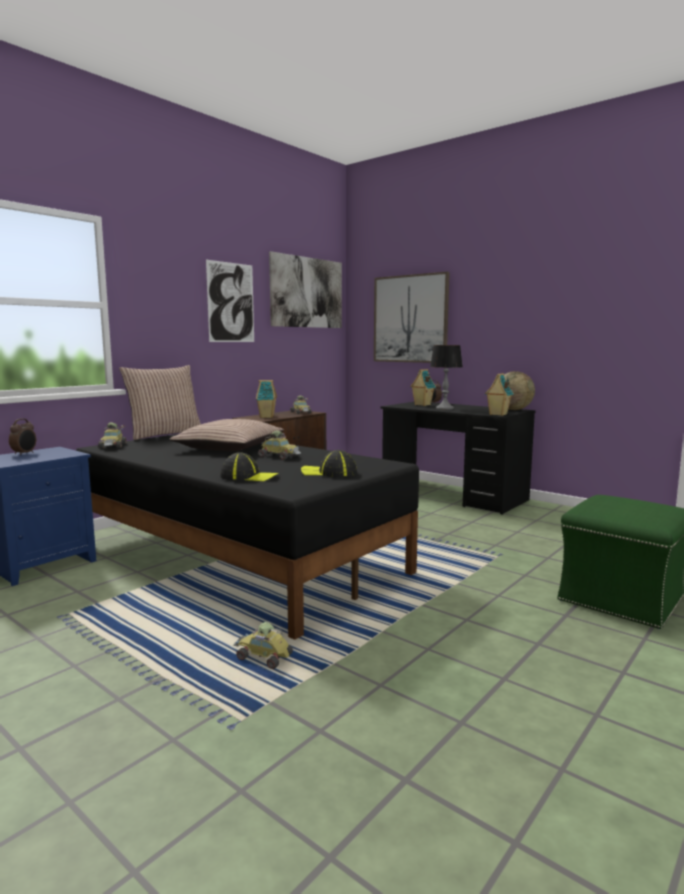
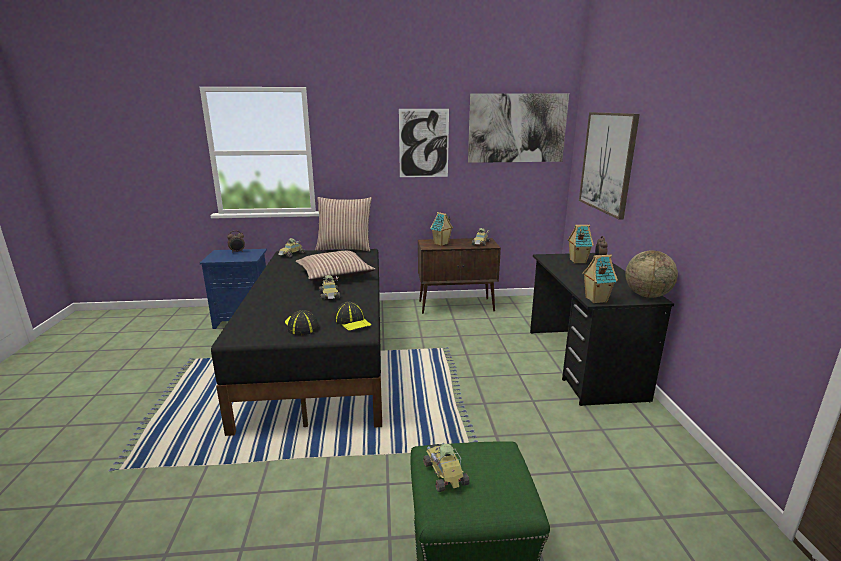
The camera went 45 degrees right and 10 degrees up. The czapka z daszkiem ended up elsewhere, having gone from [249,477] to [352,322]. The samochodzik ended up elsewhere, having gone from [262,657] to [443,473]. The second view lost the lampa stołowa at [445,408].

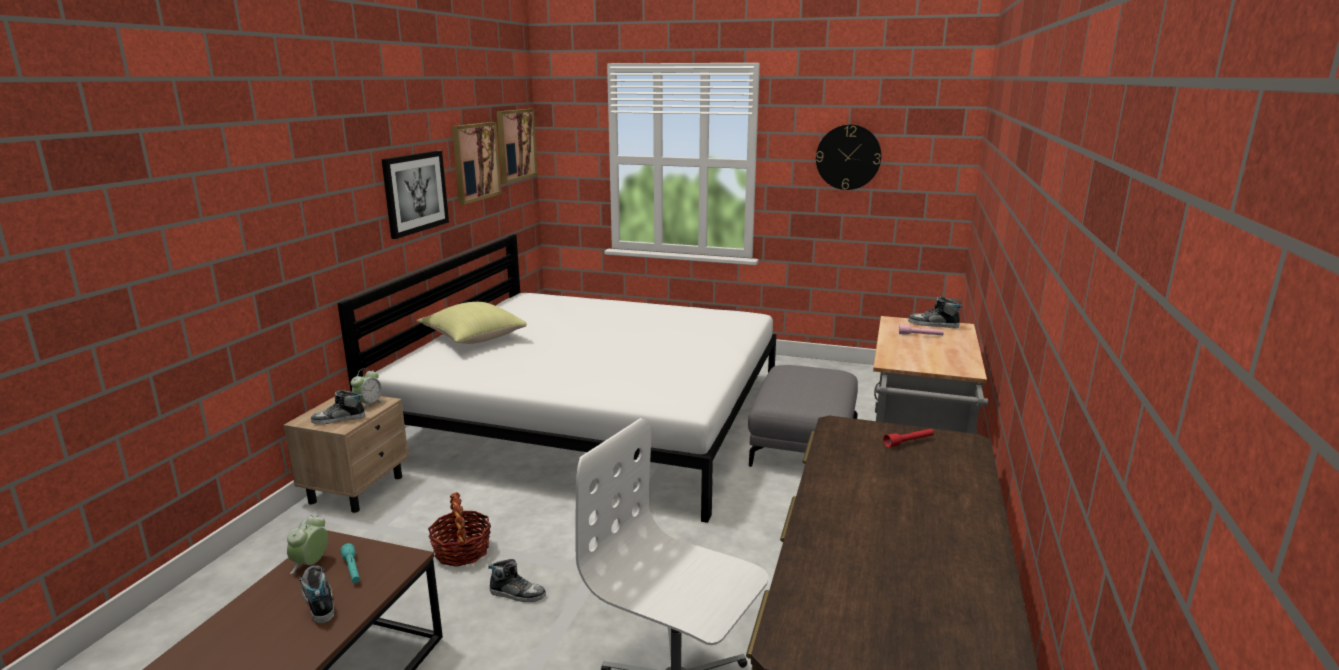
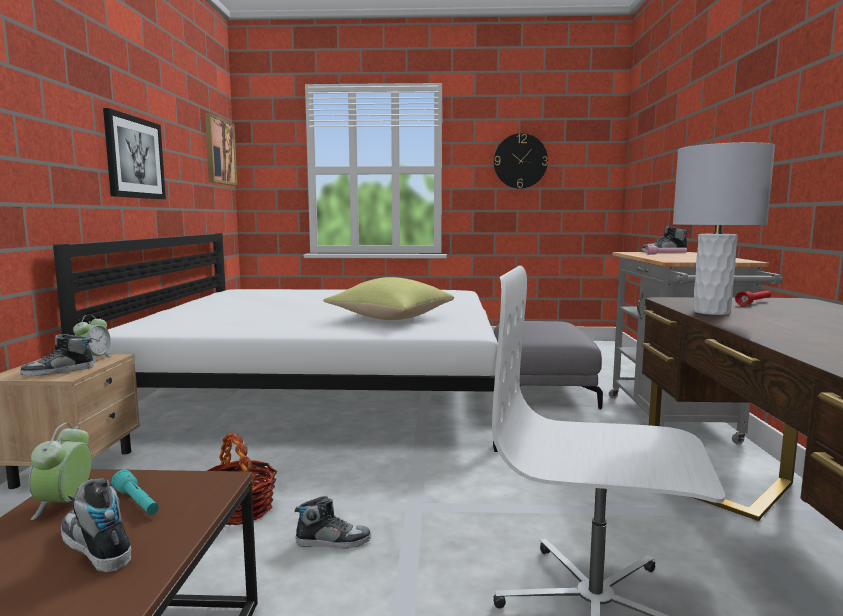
The camera went 15 degrees left and 10 degrees down. The poduszka/żółty ended up elsewhere, having gone from [472,339] to [388,319]. The second view gained the lampa stołowa/szary at [711,312]. The second view lost the obraz at [475,162].

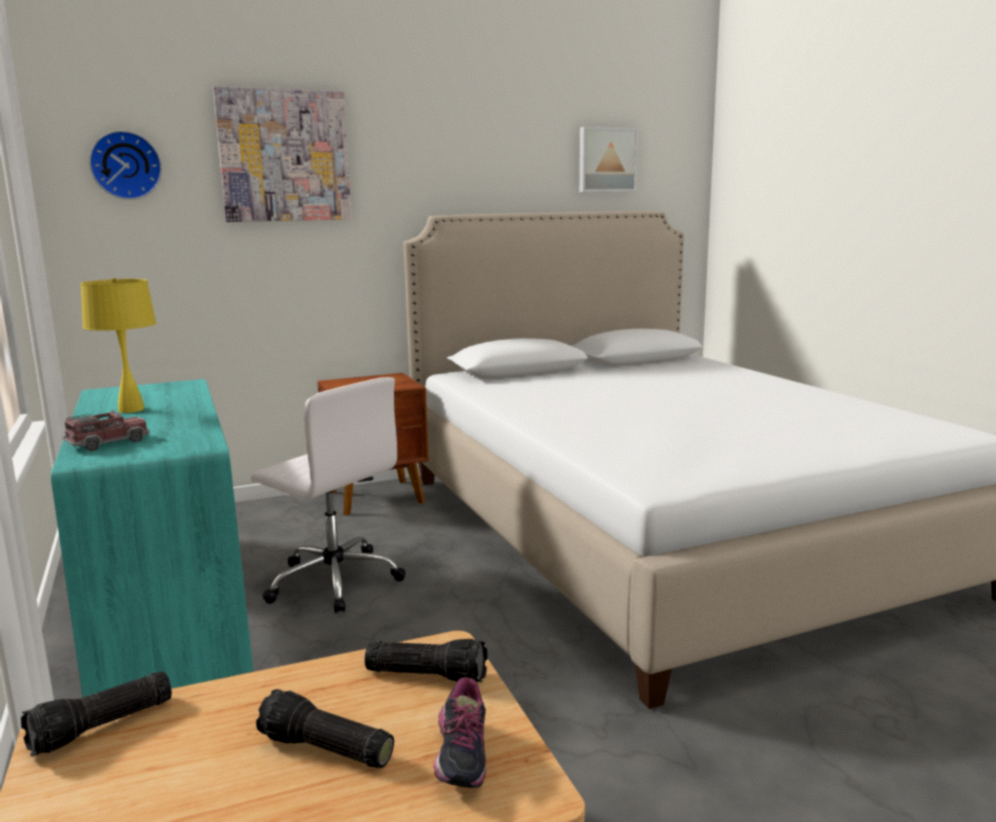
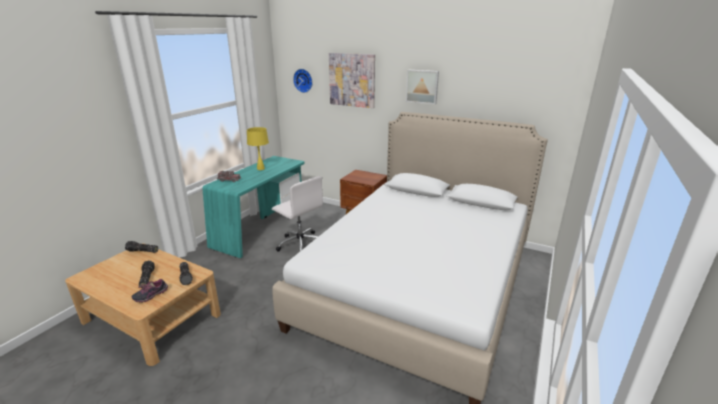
The camera went 50 degrees right and 10 degrees up. The krzesło biurowe/biały at [333,580] ended up facing another way, 45 degrees counterclockwise from before. The obraz ended up elsewhere, having gone from [606,160] to [422,86].

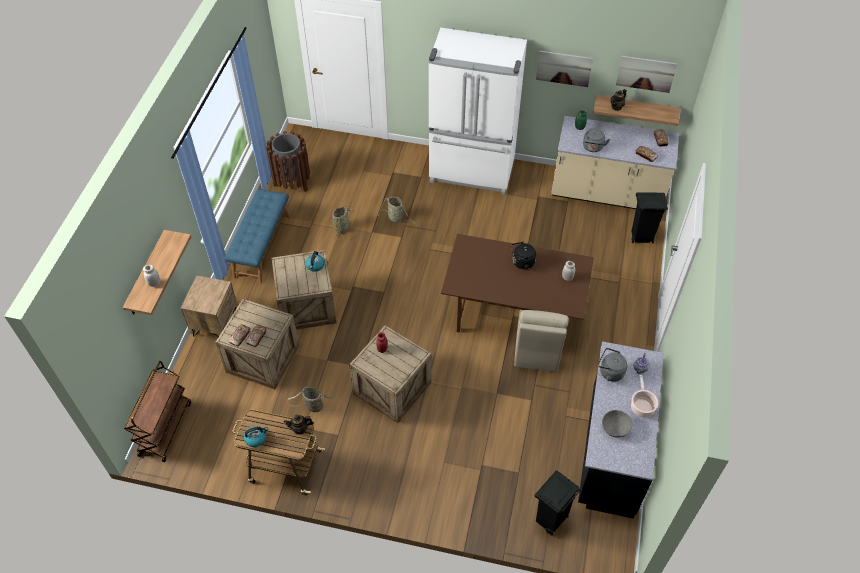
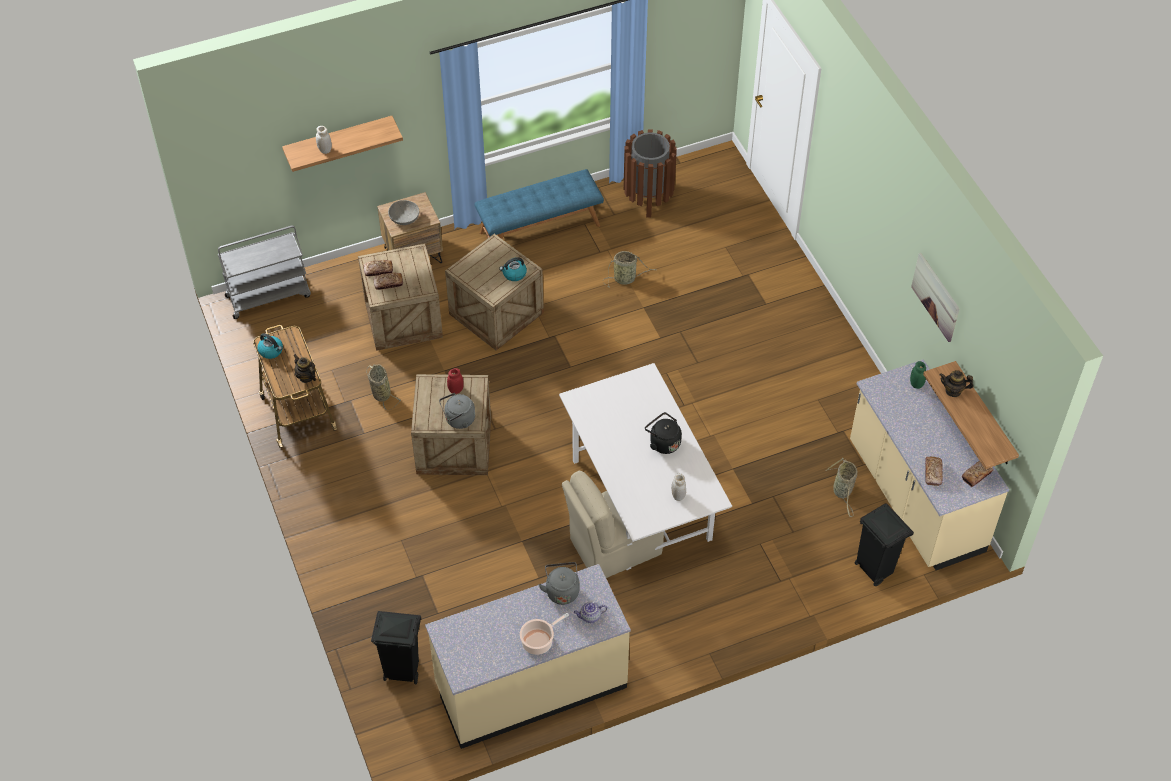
The camera went 55 degrees right and 0 degrees up. What was the wózek/brązowy at [165,428] turned into the wózek/szary at [269,295]. The miska/szary ended up elsewhere, having gone from [615,428] to [404,219]. What was the zabudowa kuchenna/czarny at [610,450] turned into the zabudowa kuchenna/beżowy at [530,686]. The czajnik/szary ended up elsewhere, having gone from [593,148] to [458,420]. What was the stół jadalny/brązowy at [514,314] turned into the stół jadalny/biały at [642,500]. The koszyk ended up elsewhere, having gone from [396,218] to [842,492]. The second view lost the lodówka/biały at [472,172]. The second view lost the obraz at [645,73].

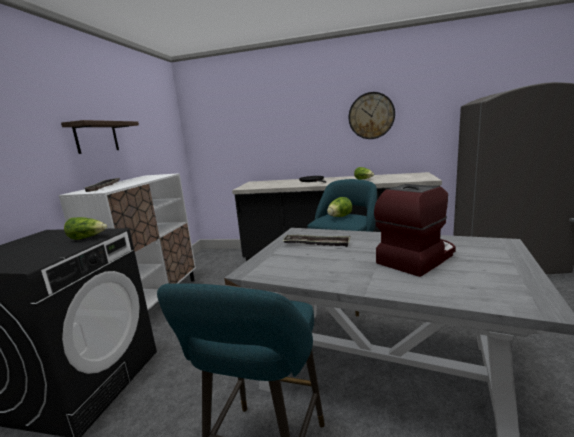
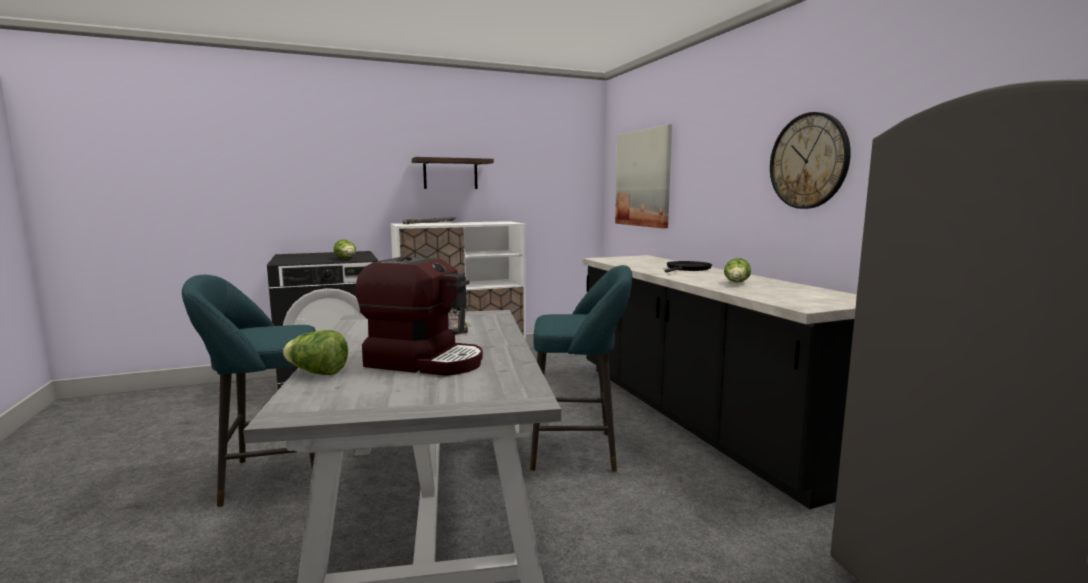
The camera went 55 degrees right and 5 degrees down. The sałata ended up elsewhere, having gone from [339,217] to [317,373]. The second view gained the obraz at [643,178].

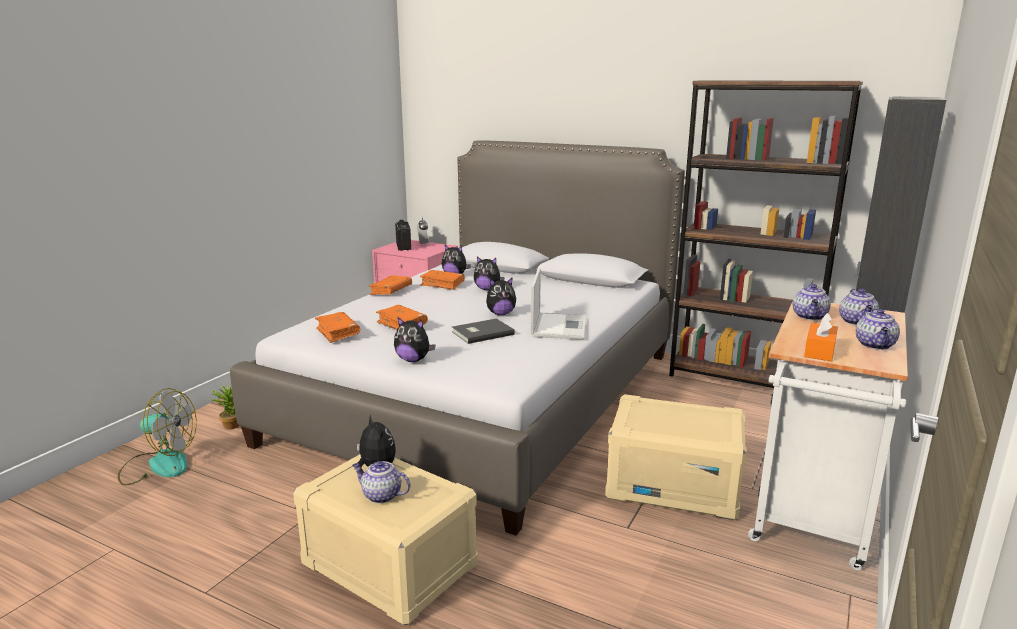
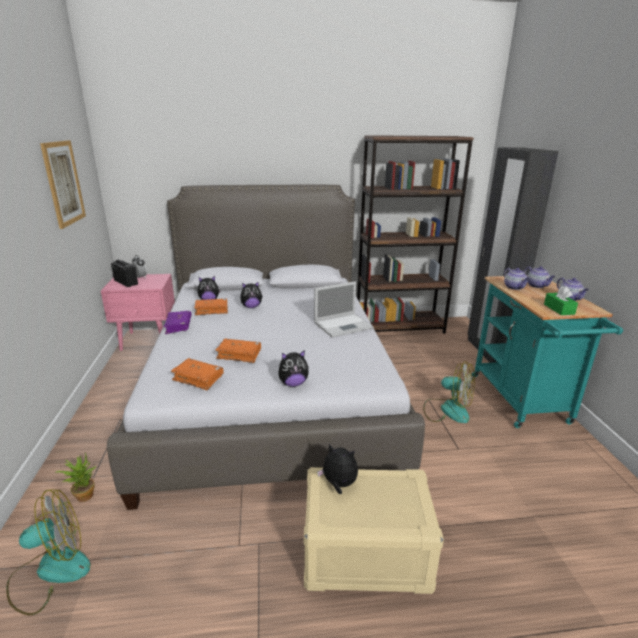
The camera went 35 degrees left and 5 degrees up. The second view gained the obraz at [63,183]. What was the książka/pomarańczowy at [391,291] turned into the książka/fioletowy at [178,326]. The laptop at [559,326] ended up facing another way, 90 degrees clockwise from before. Where the pojemnik do przechowywania/beżowy stood at [673,485], the wentylator came to stand at [447,410]. What was the wózek/biały at [812,518] turned into the wózek/turkusowy at [523,402]. What was the pudełko chusteczek/pomarańczowy at [819,351] turned into the pudełko chusteczek/zielony at [559,309]. The second view lost the imbryk at [381,495]. The second view lost the książka/szary at [481,333]. The second view lost the pluszak at [500,314].

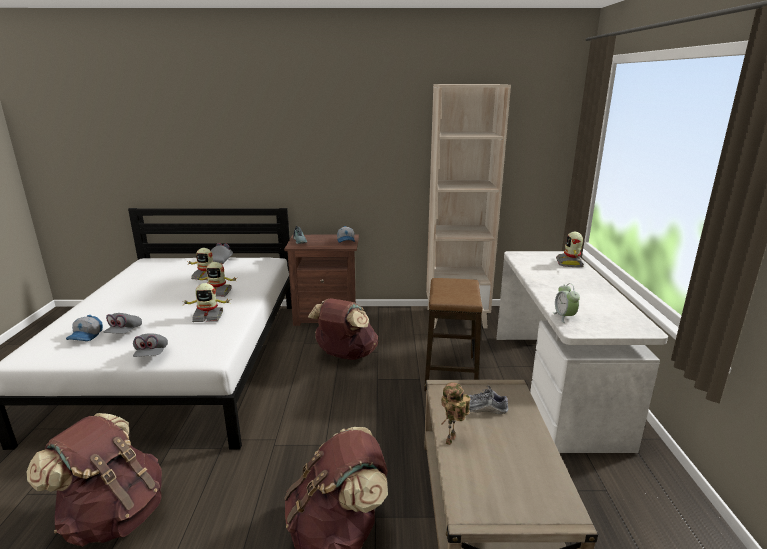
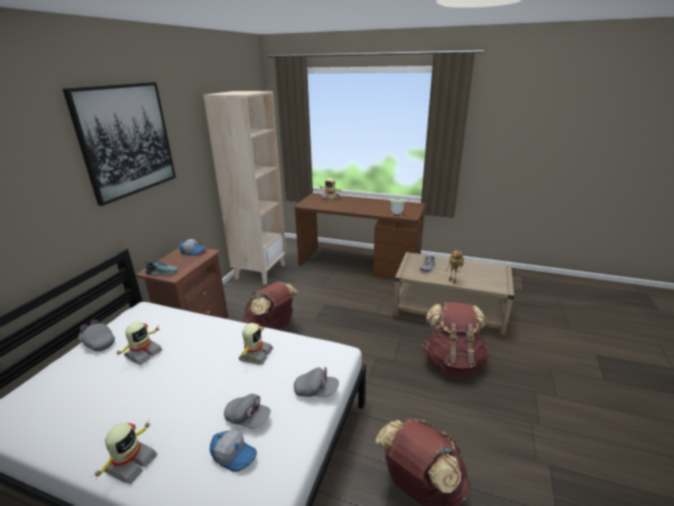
The camera went 70 degrees left and 5 degrees up. The second view gained the obraz at [126,140]. The robot zabawkowy ended up elsewhere, having gone from [217,292] to [130,463]. What was the biurko/biały at [556,385] turned into the biurko/brązowy at [359,263]. The second view lost the stołek at [450,373].

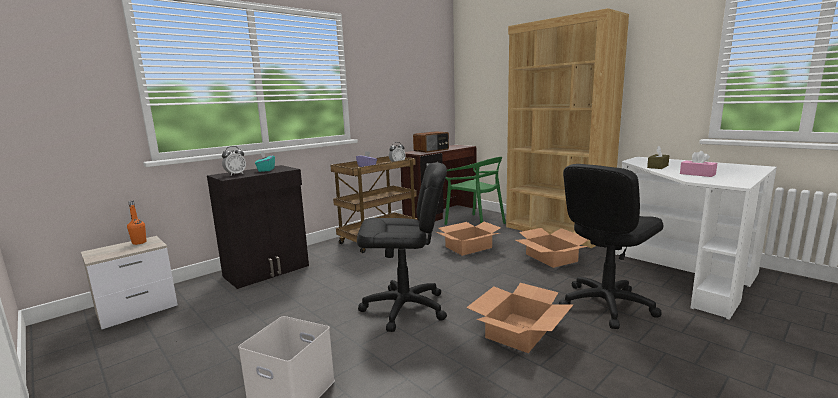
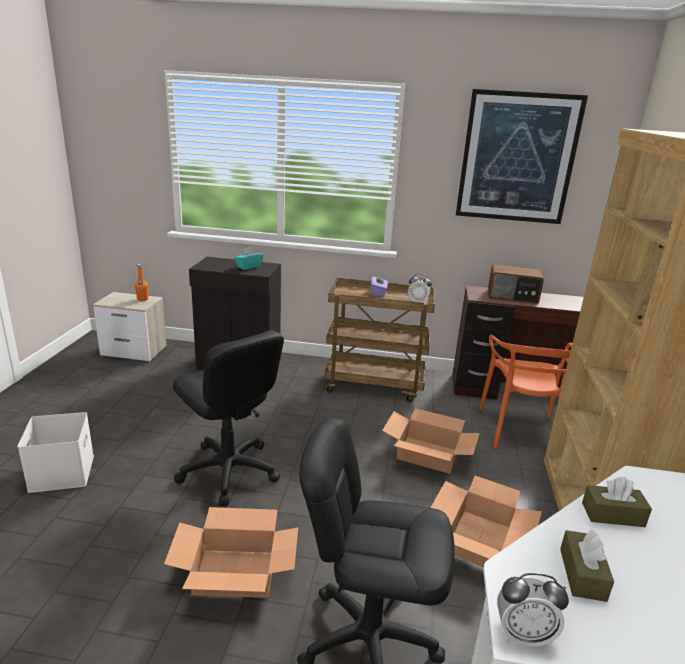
The camera went 50 degrees right and 10 degrees up. The second view gained the obraz at [517,158]. What was the krzesło/zielony at [475,223] turned into the krzesło/pomarańczowy at [519,430]. The budzik ended up elsewhere, having gone from [235,174] to [523,635]. What was the pudełko chusteczek/różowy at [697,174] turned into the pudełko chusteczek/brązowy at [582,574].

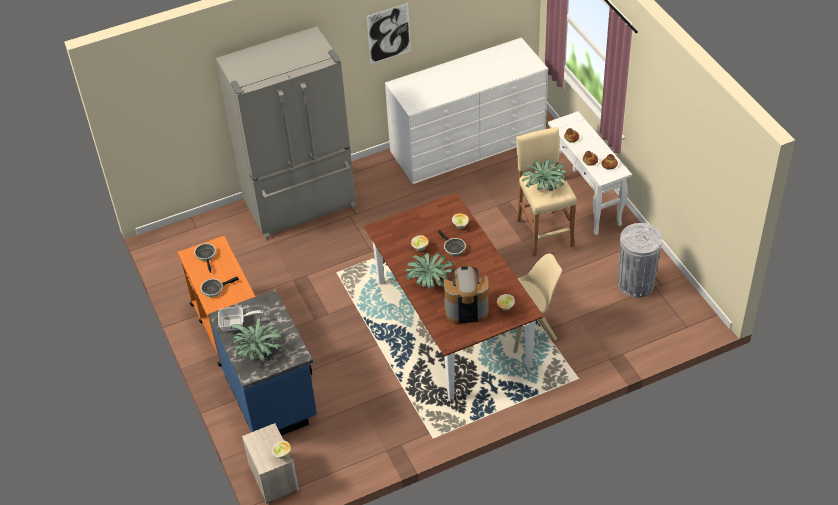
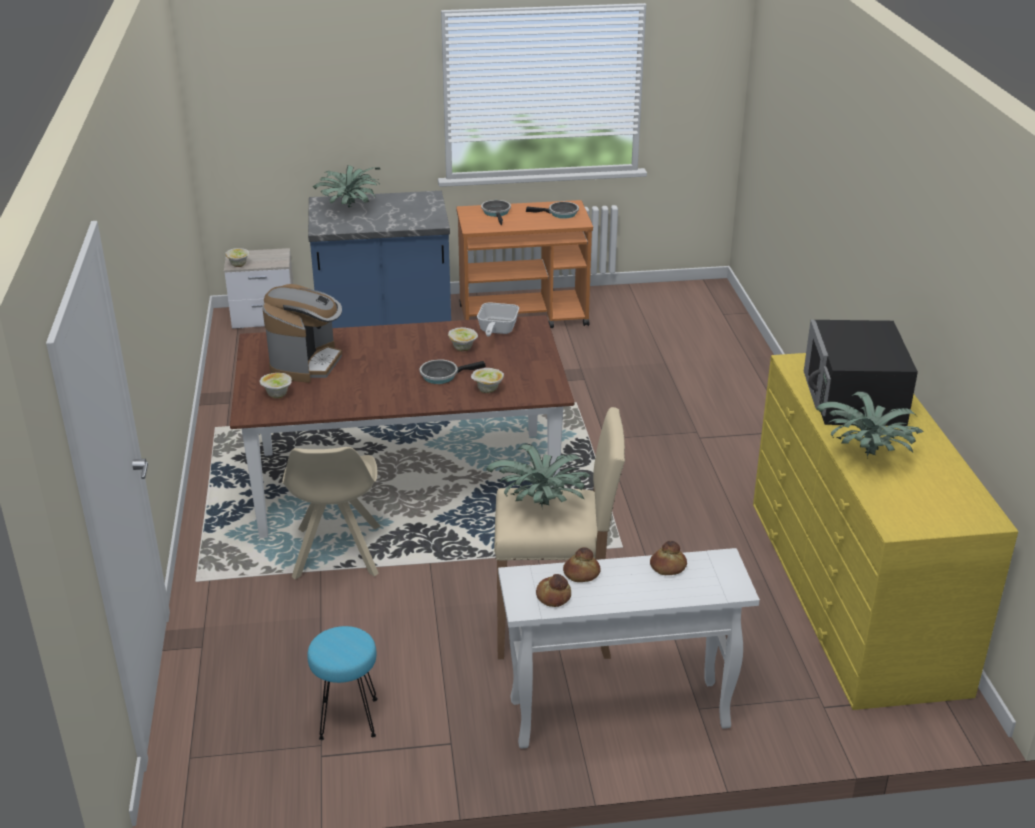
The camera went 105 degrees right and 15 degrees down. Where the kosz na śmieci/szary stood at [636,284], the stołek/turkusowy came to stand at [347,718]. The patelnia ended up elsewhere, having gone from [236,324] to [496,331]. What was the komoda/biały at [468,144] turned into the komoda/żółty at [853,592]. The second view gained the mikrofalówka/czarny at [854,398]. The roślina doniczkowa ended up elsewhere, having gone from [429,282] to [868,456]. The second view lost the lodówka/szary at [301,205]. The second view lost the obraz at [389,33].

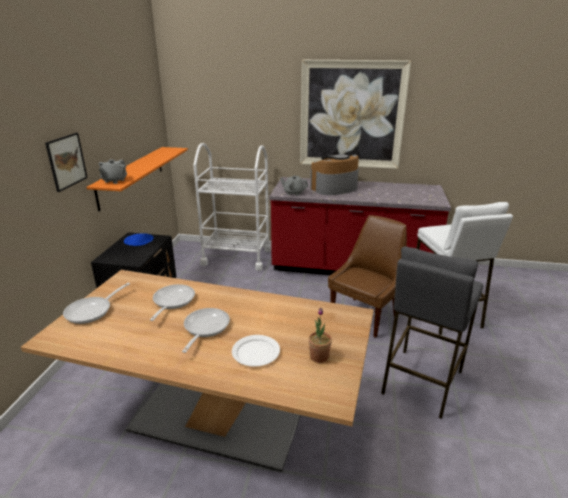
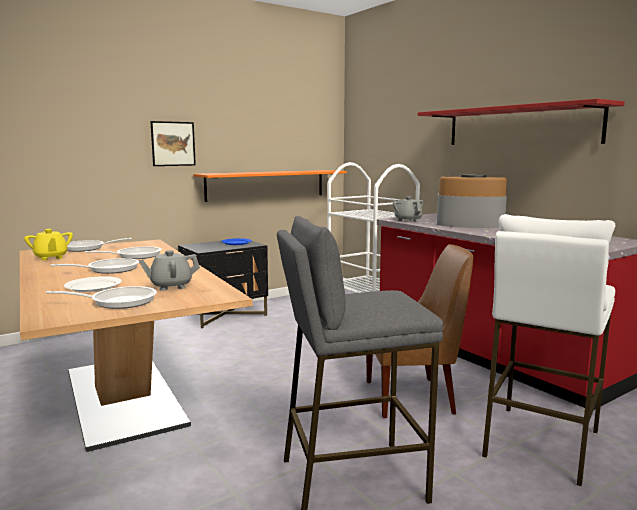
The camera went 45 degrees right and 15 degrees down. The second view gained the imbryk/żółty at [51,257]. Where the roślina doniczkowa stood at [319,356], the patelnia came to stand at [118,301]. The imbryk/szary ended up elsewhere, having gone from [114,181] to [170,286]. Where the obraz hung at [351,115], the półka/czerwony came to hang at [519,126].

